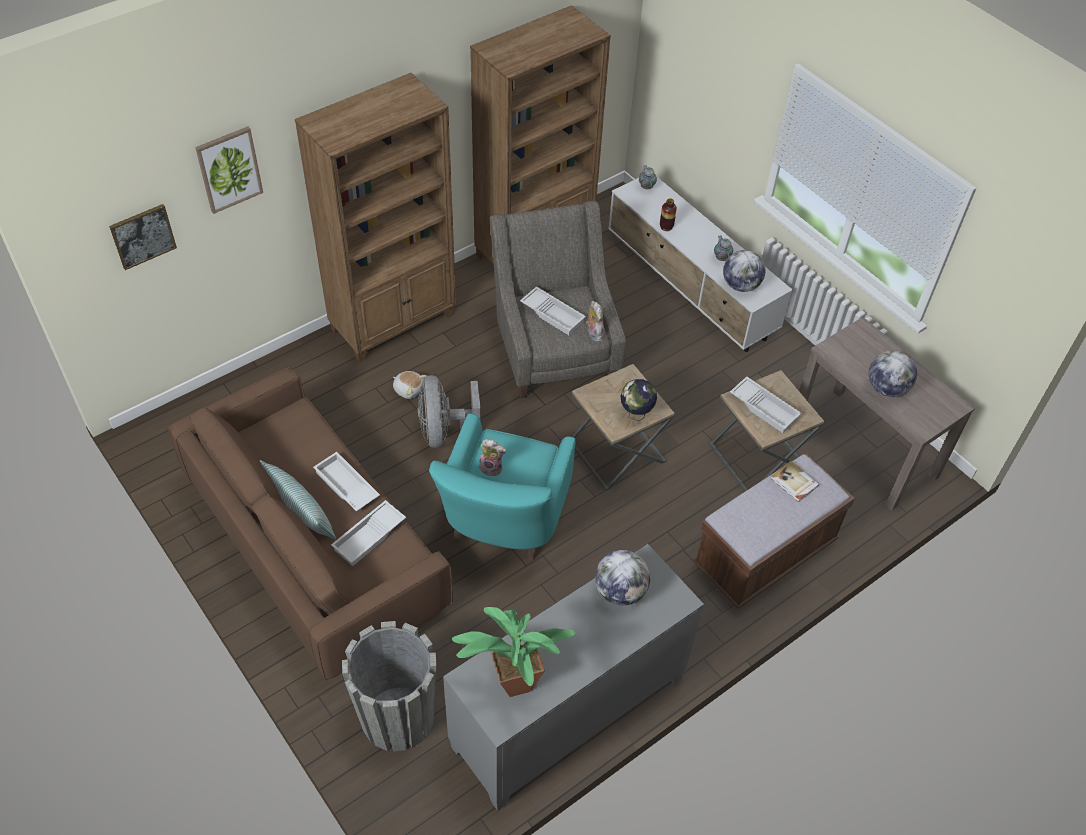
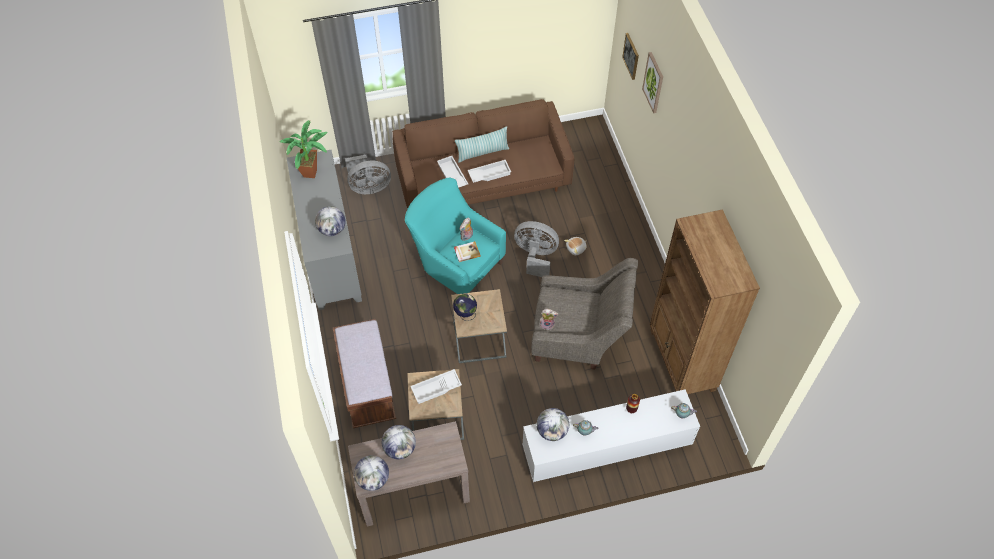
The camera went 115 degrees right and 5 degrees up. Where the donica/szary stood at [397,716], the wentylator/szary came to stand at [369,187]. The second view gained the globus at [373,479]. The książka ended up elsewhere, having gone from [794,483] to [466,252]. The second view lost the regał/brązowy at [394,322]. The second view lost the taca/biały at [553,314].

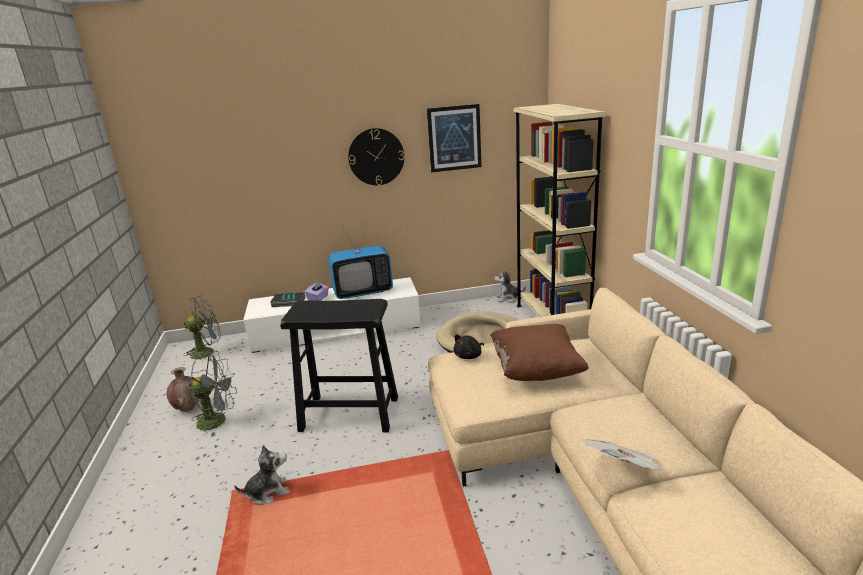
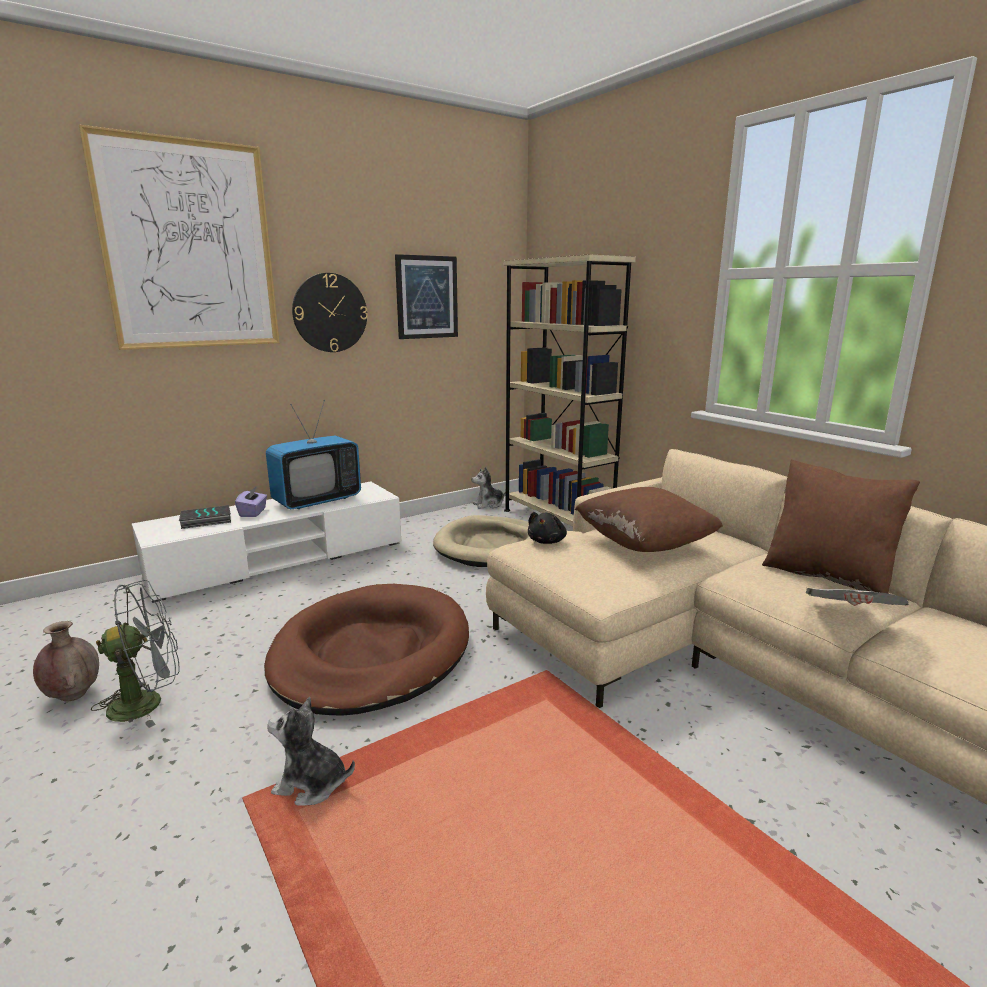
The camera went 25 degrees left and 5 degrees down. The second view gained the obraz at [189,246]. Where the stołek/czarny stood at [349,413], the legowisko/brązowy came to stand at [371,653]. The pluszak at [268,492] ended up facing another way, 120 degrees counterclockwise from before. The second view gained the poduszka/brązowy at [827,576]. The second view lost the wentylator/szary at [208,352].

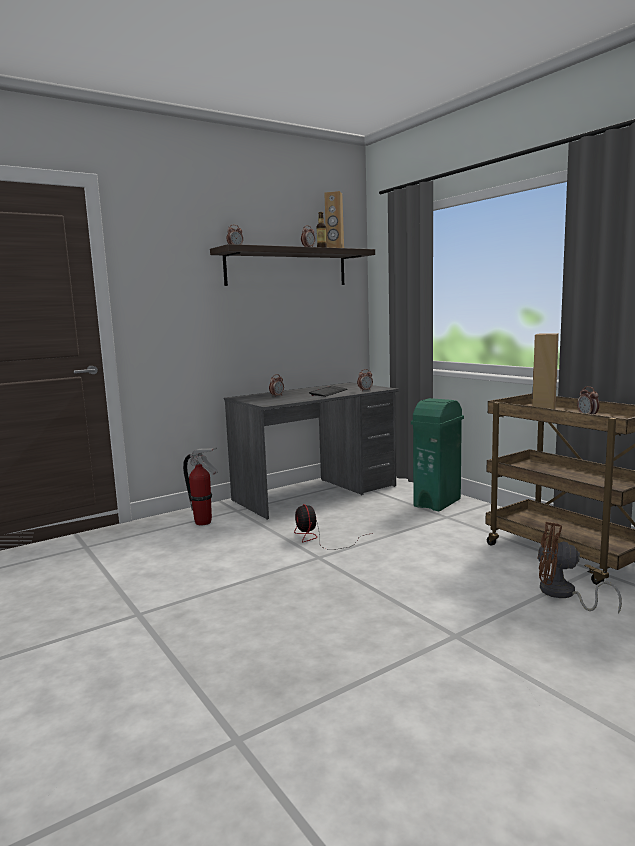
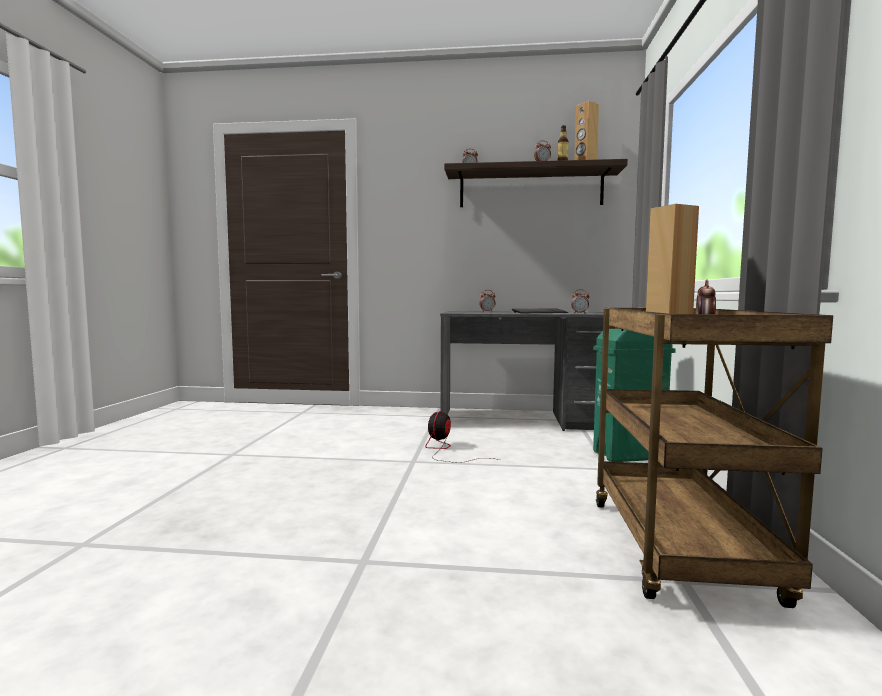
The camera went 40 degrees right and 5 degrees down. The second view lost the gaśnica at [203,522]. The second view lost the wentylator/brązowy at [563,594].

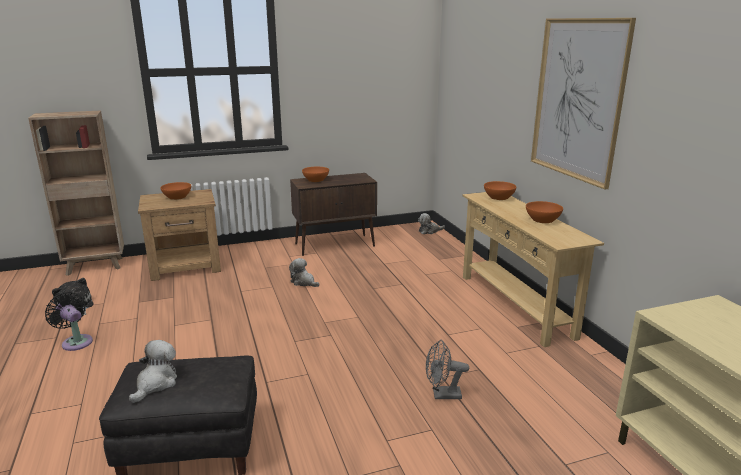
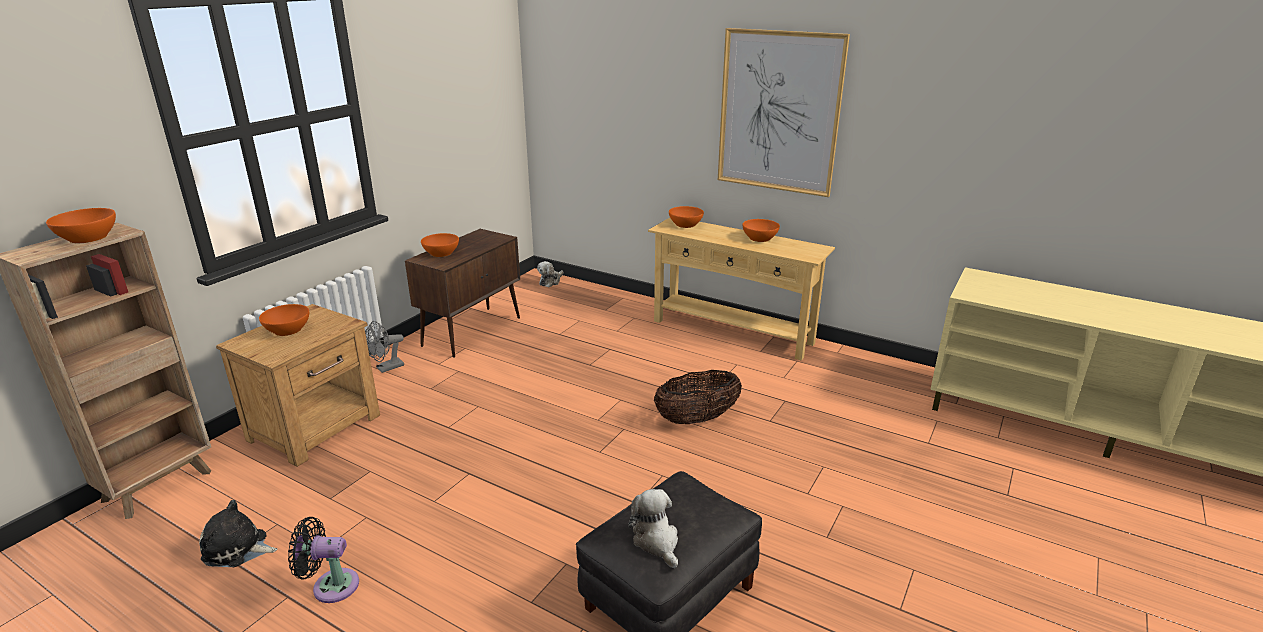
The camera went 40 degrees left and 5 degrees up. The second view gained the miska/pomarańczowy at [88,238]. The wentylator/szary ended up elsewhere, having gone from [442,395] to [386,368]. The second view gained the koszyk at [697,419]. The second view lost the pluszak at [304,282].

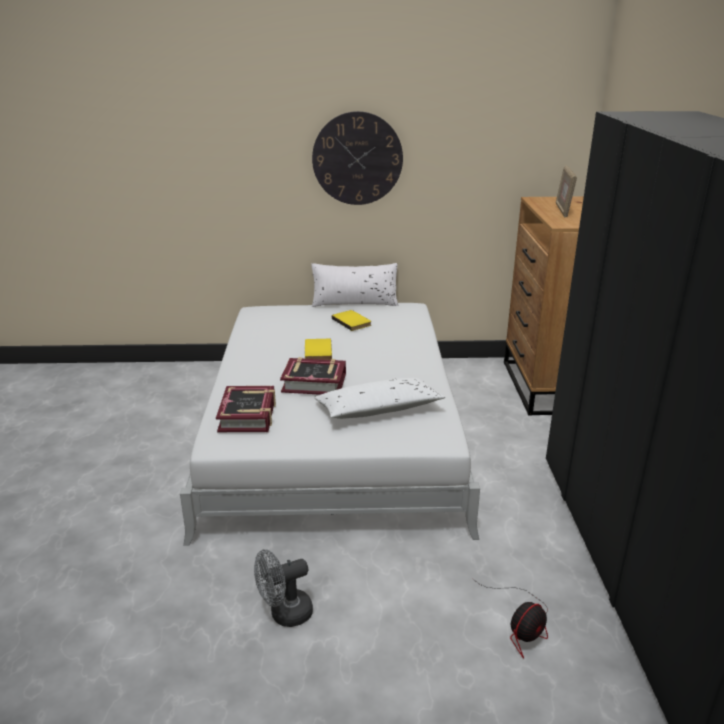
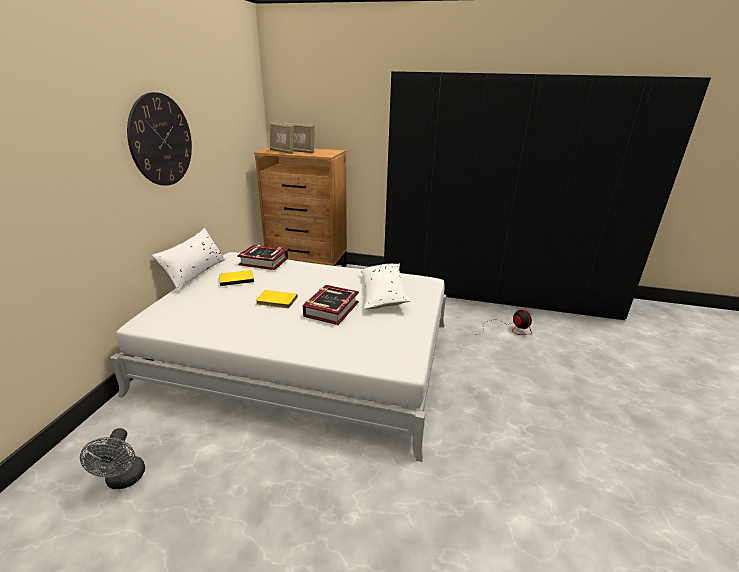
The camera went 75 degrees left and 0 degrees up. The wentylator/szary ended up elsewhere, having gone from [284,614] to [124,480]. The książka ended up elsewhere, having gone from [248,415] to [264,261]. The second view gained the ramka na zdjęcie at [282,151].

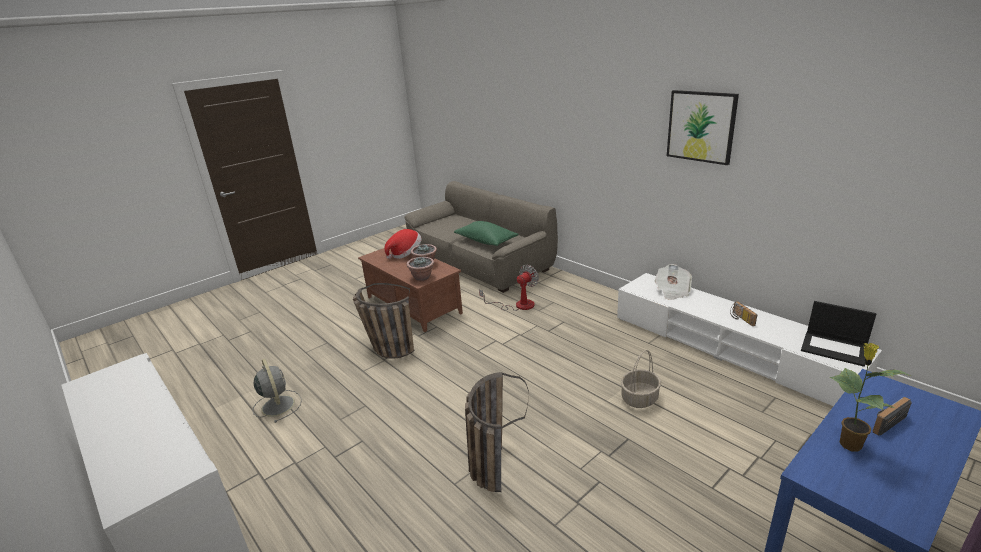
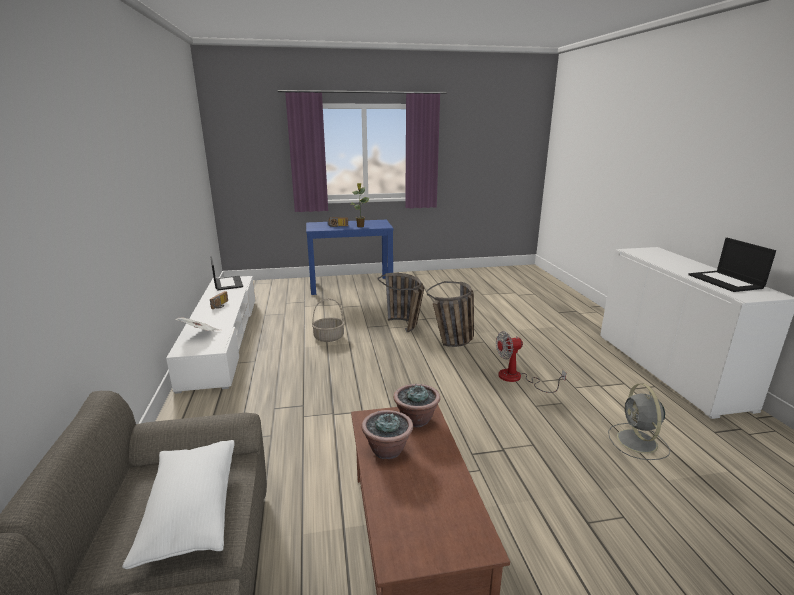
The camera went 150 degrees left and 5 degrees down. What was the poduszka/zielony at [486,241] turned into the poduszka/biały at [191,511]. The koszyk ended up elsewhere, having gone from [385,349] to [406,327]. The wentylator ended up elsewhere, having gone from [517,305] to [517,378]. The second view gained the laptop at [726,281]. The second view lost the kapelusz at [405,254]. The second view lost the obraz at [701,126].

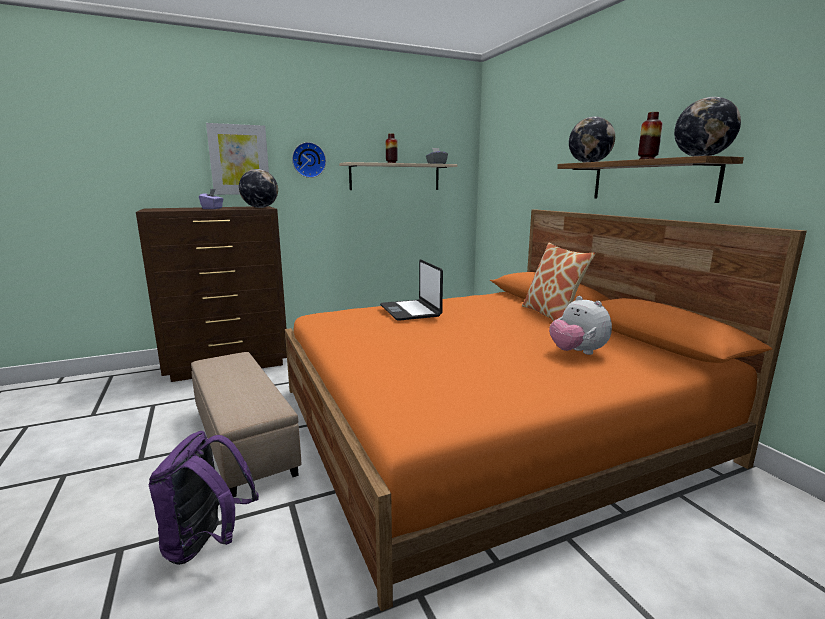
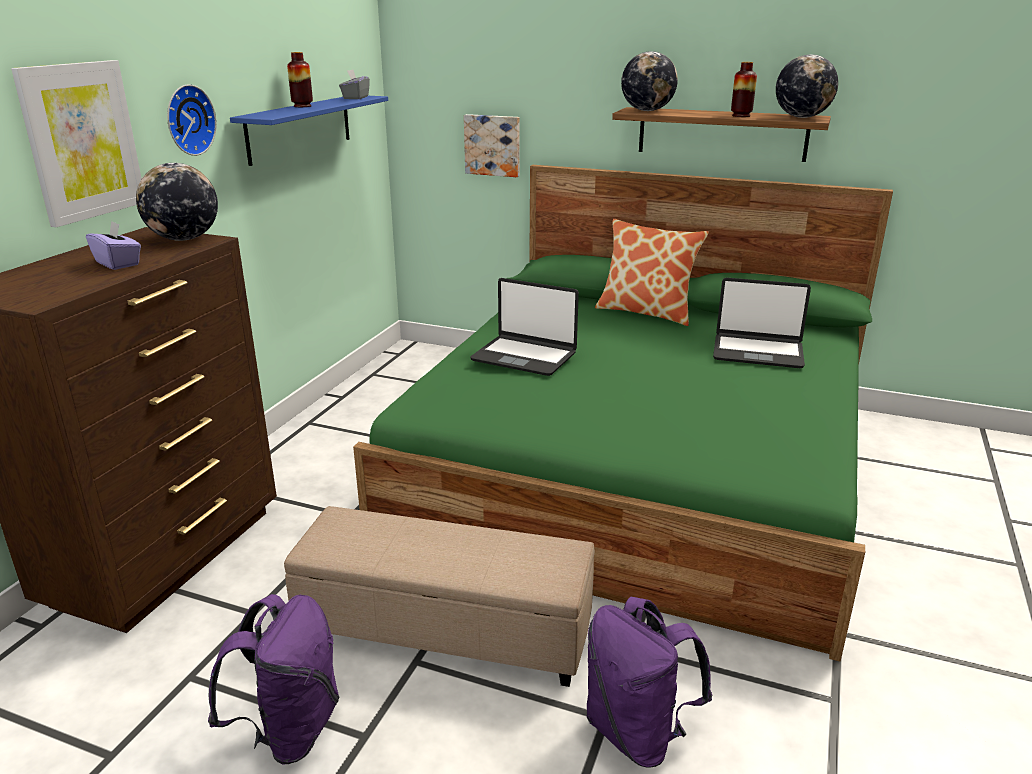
The camera went 45 degrees left and 10 degrees up. The second view gained the plecak/fioletowy at [289,730]. What was the półka/beżowy at [395,177] turned into the półka/niebieski at [300,128]. What was the łóżko/pomarańczowy at [486,423] turned into the łóżko/zielony at [641,466]. The second view gained the obraz at [493,145]. Where the pluszak stood at [577,352], the laptop came to stand at [757,352].

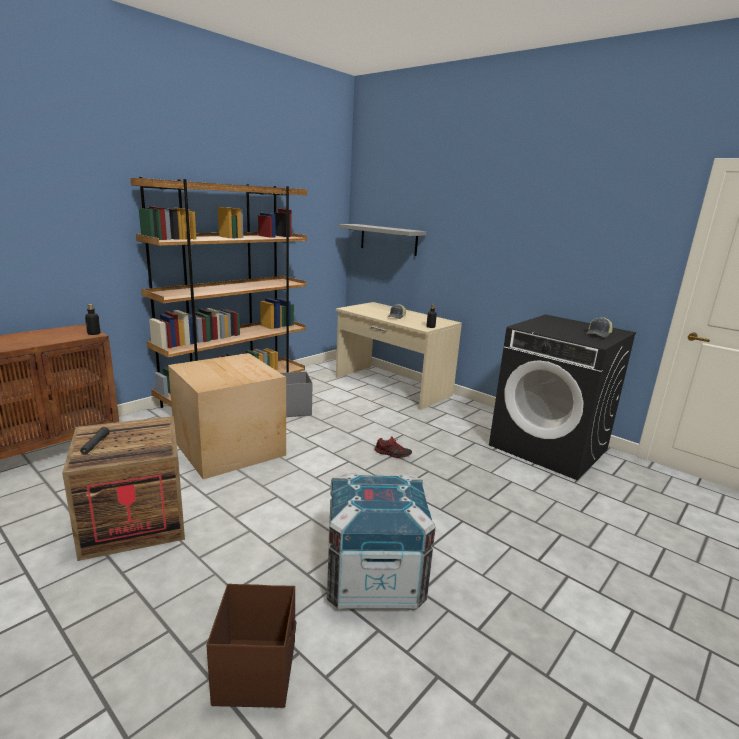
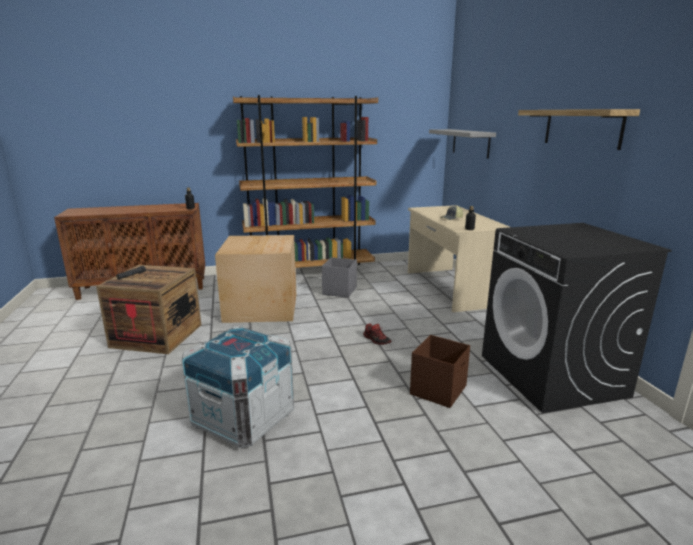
The camera went 35 degrees right and 0 degrees up. The pojemnik do przechowywania/brązowy ended up elsewhere, having gone from [256,671] to [439,390]. The second view gained the półka at [582,128]. The second view lost the czapka z daszkiem at [599,334].

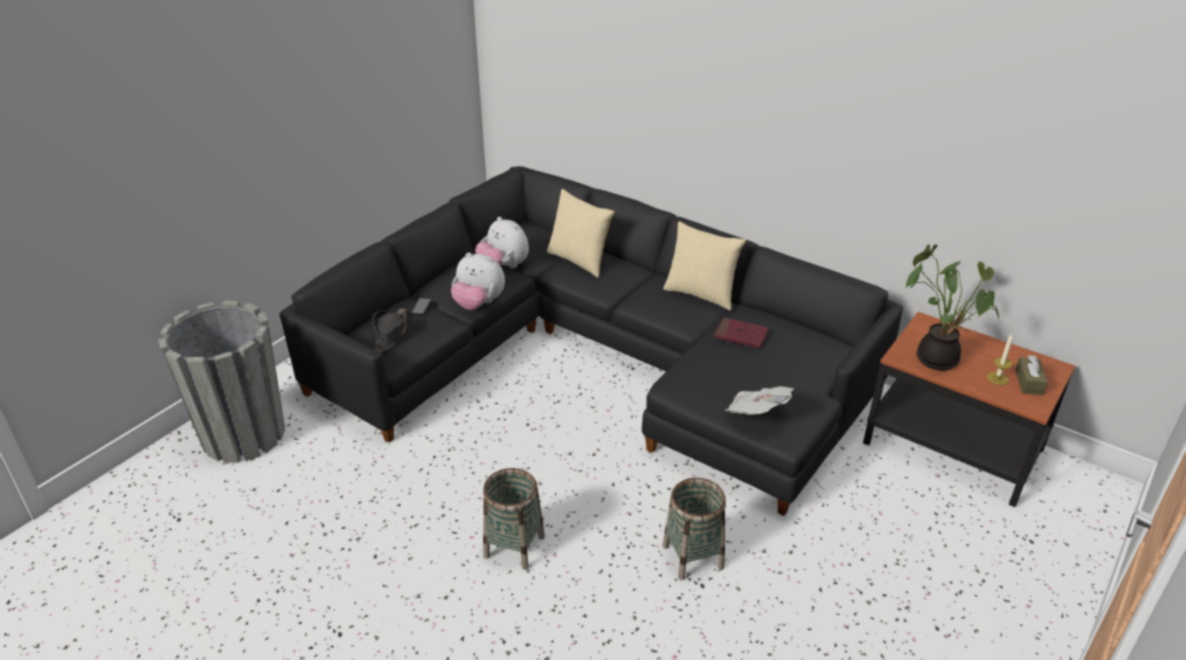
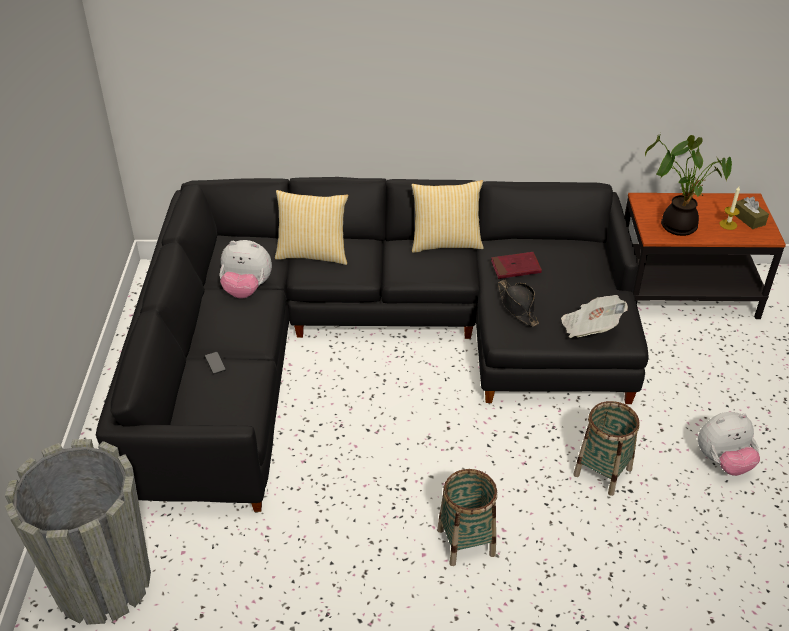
The camera went 35 degrees left and 5 degrees up. The kapelusz/czarny ended up elsewhere, having gone from [390,335] to [518,307]. The pluszak ended up elsewhere, having gone from [478,304] to [723,462].

